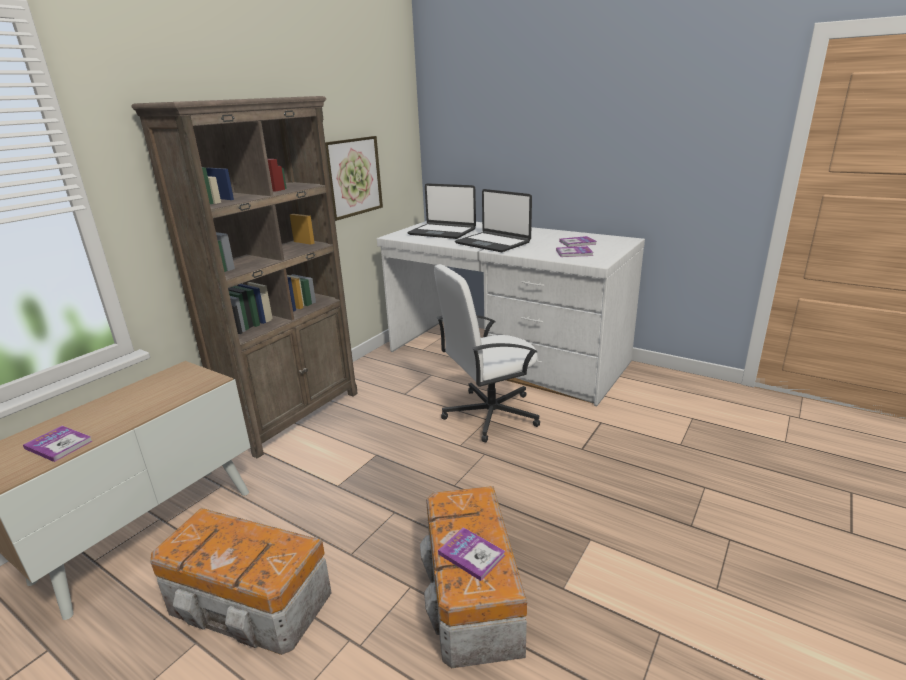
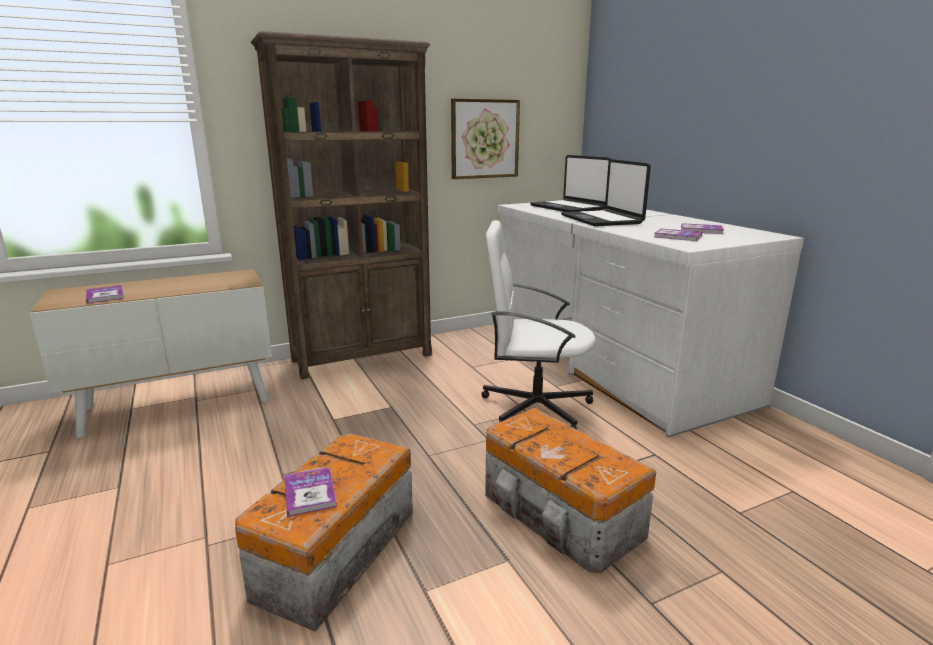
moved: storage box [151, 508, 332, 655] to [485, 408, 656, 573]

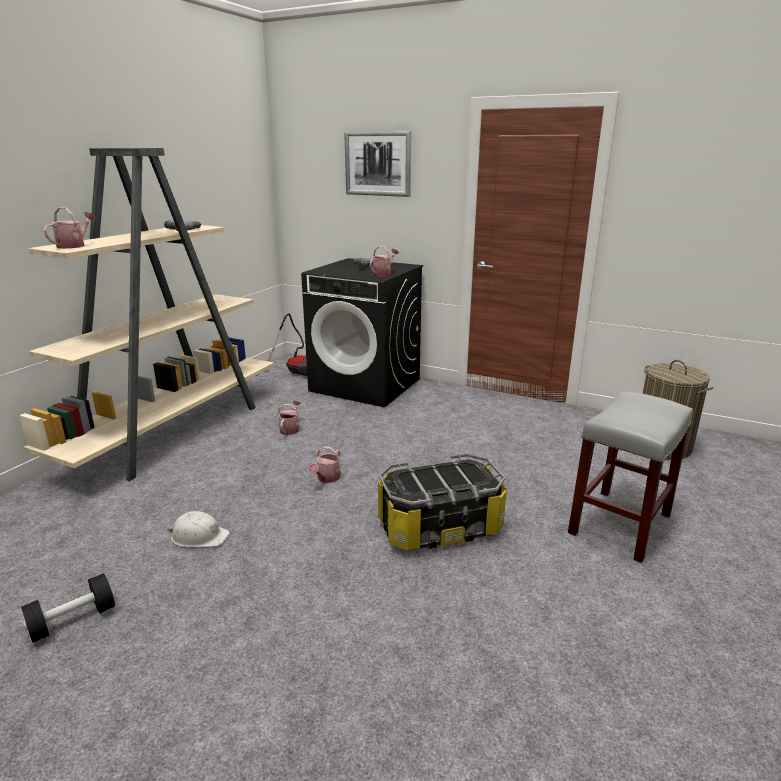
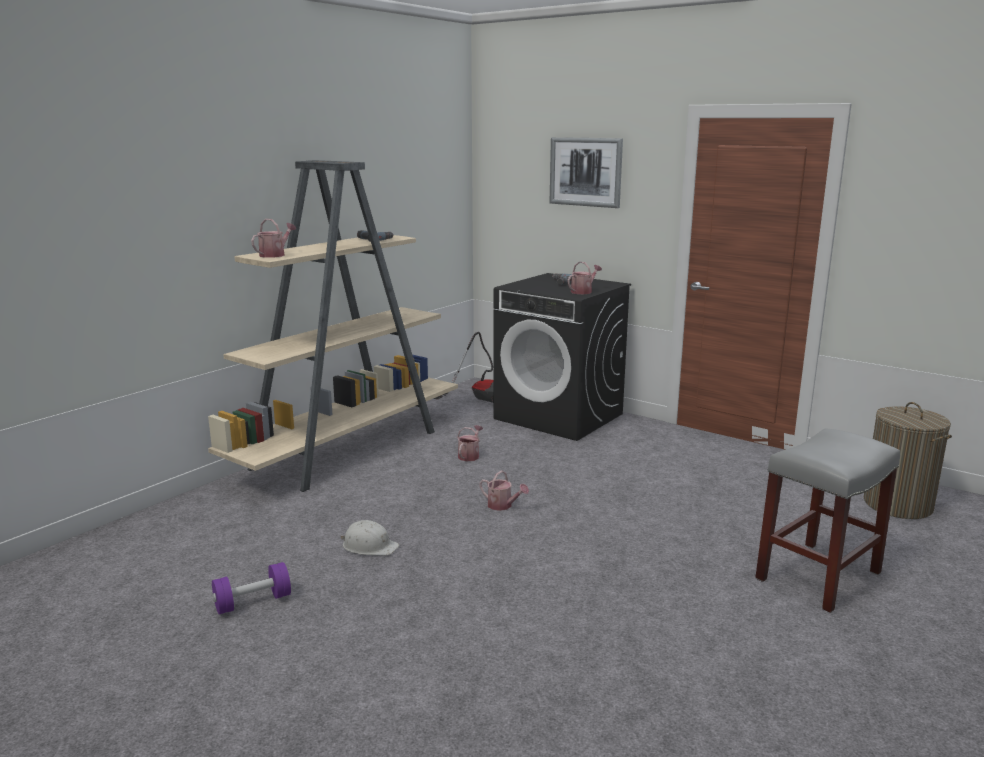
removed: storage box [378, 453, 507, 551]
recoloured: dumbbell (black) [21, 573, 115, 643] to dumbbell (purple) [212, 562, 291, 614]
turned: watering can [308, 446, 341, 483] = [479, 470, 529, 511] 90 degrees counterclockwise

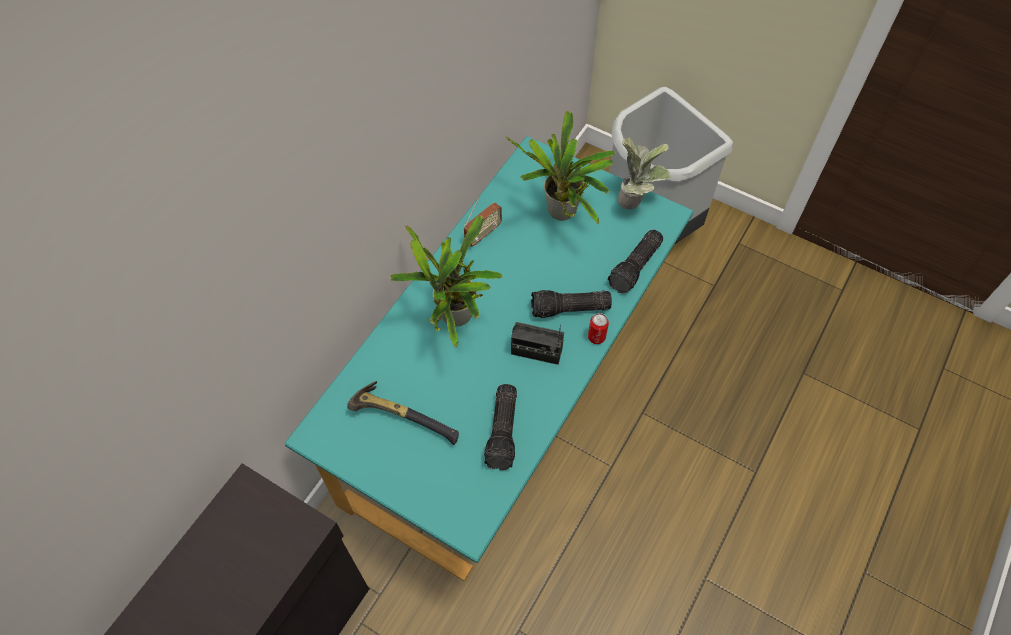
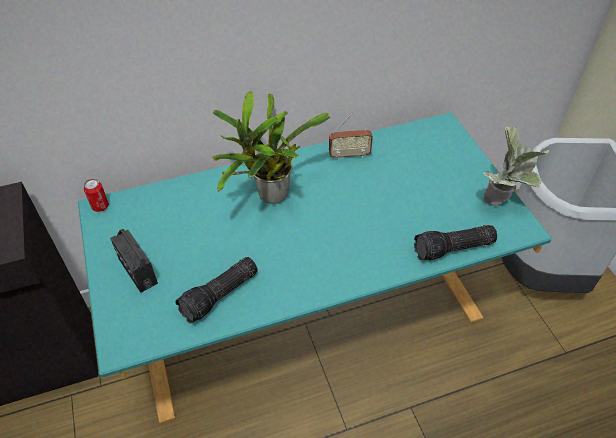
removed: hammer [347, 381, 459, 445]; potted plant [506, 111, 616, 224]; flashlight [531, 290, 612, 318]
moved: radio [511, 322, 564, 365] to [110, 229, 158, 293]; can [588, 313, 609, 344] to [84, 179, 109, 212]

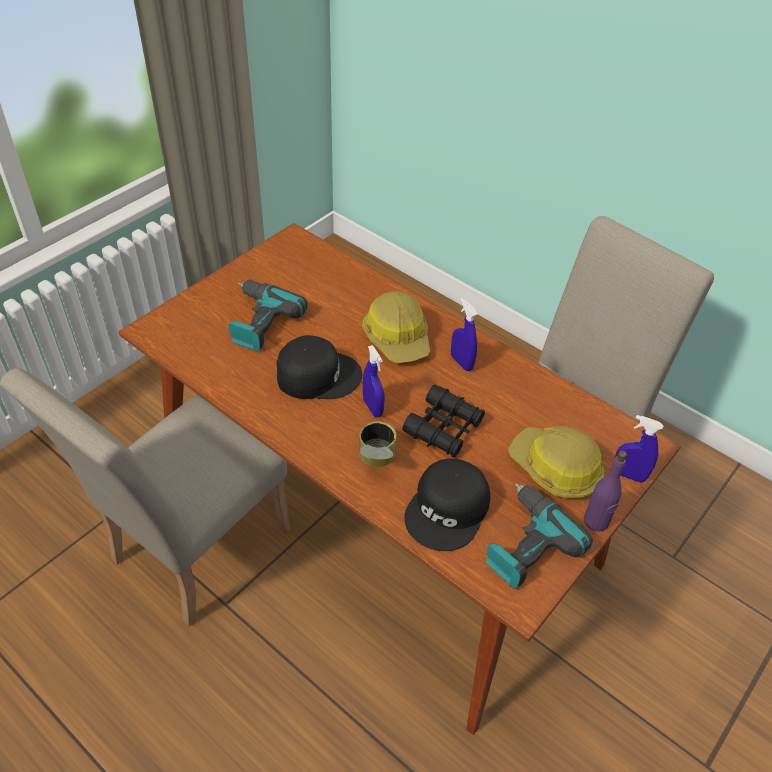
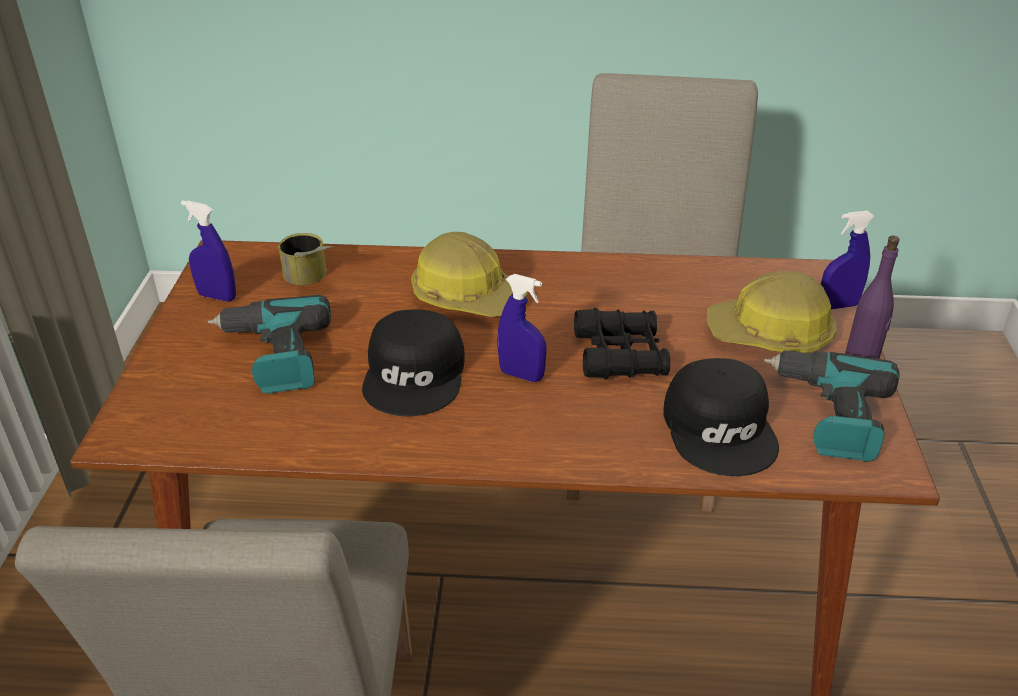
moved: can [359, 421, 397, 467] to [278, 233, 334, 285]; spray bottle (blue) [451, 298, 478, 371] to [181, 200, 236, 302]
turned: cap (black) [277, 335, 362, 399] = [362, 309, 465, 416] 135 degrees clockwise

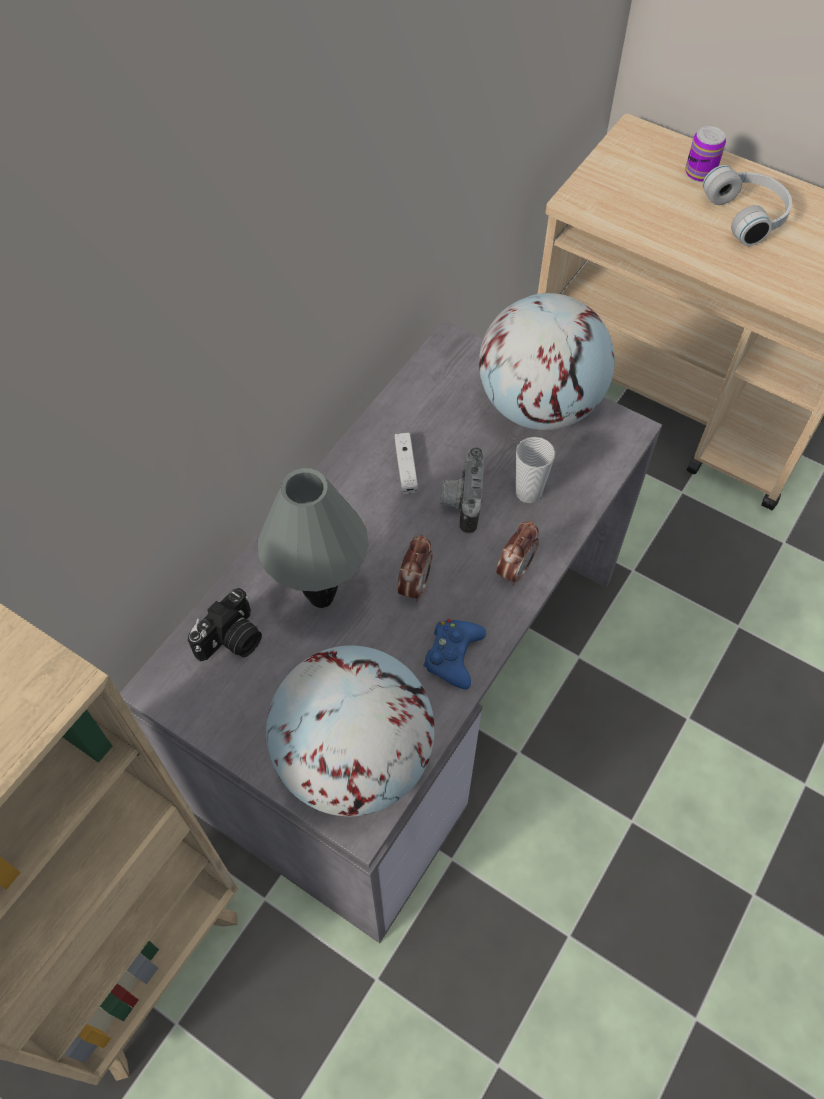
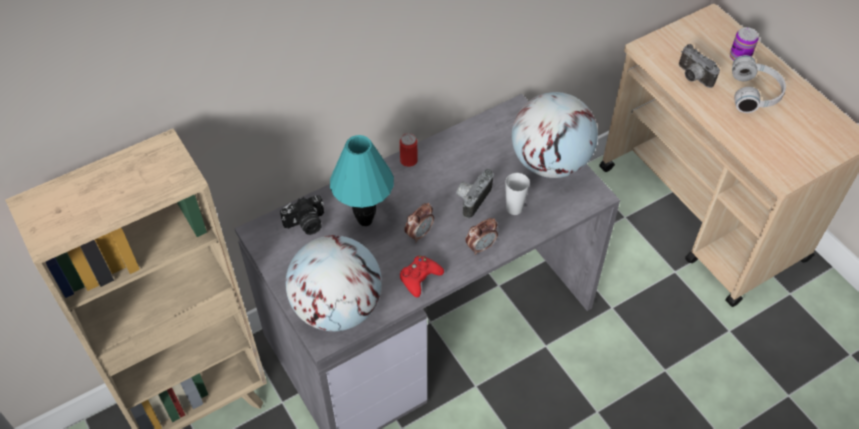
removed: game controller (white) [395, 433, 418, 494]
added: can [400, 133, 418, 167]; photo camera [679, 44, 720, 88]
recoloured: table lamp (grey) [258, 468, 369, 608] to table lamp (turquoise) [330, 135, 394, 226]; game controller (blue) [423, 619, 486, 689] to game controller (red) [400, 256, 444, 298]

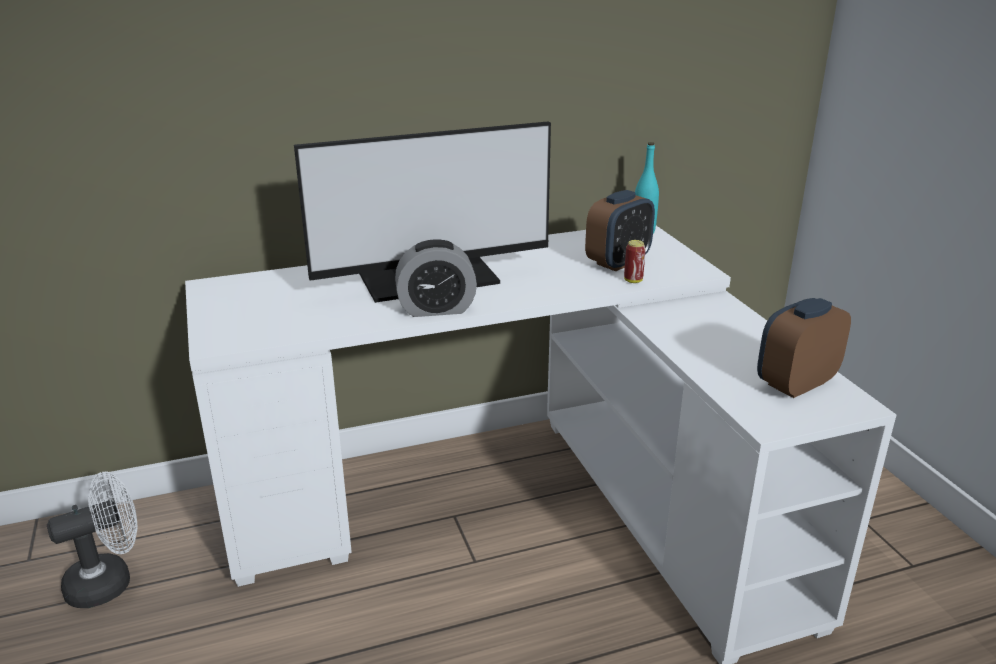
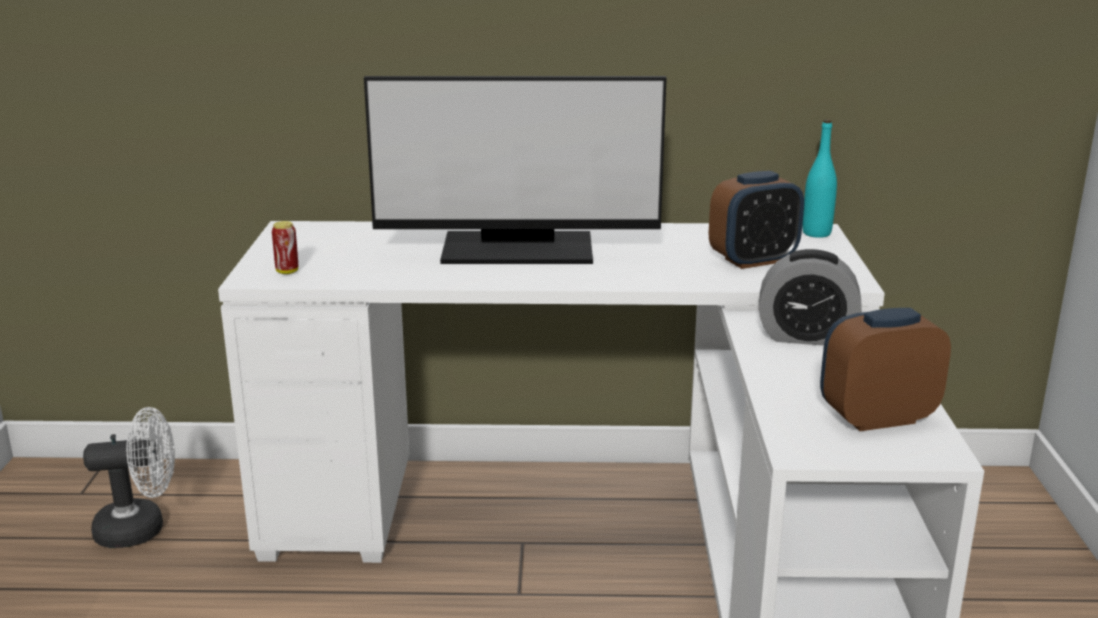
moved: alarm clock [395, 239, 477, 317] to [759, 249, 862, 346]; can [624, 240, 646, 283] to [272, 221, 298, 274]

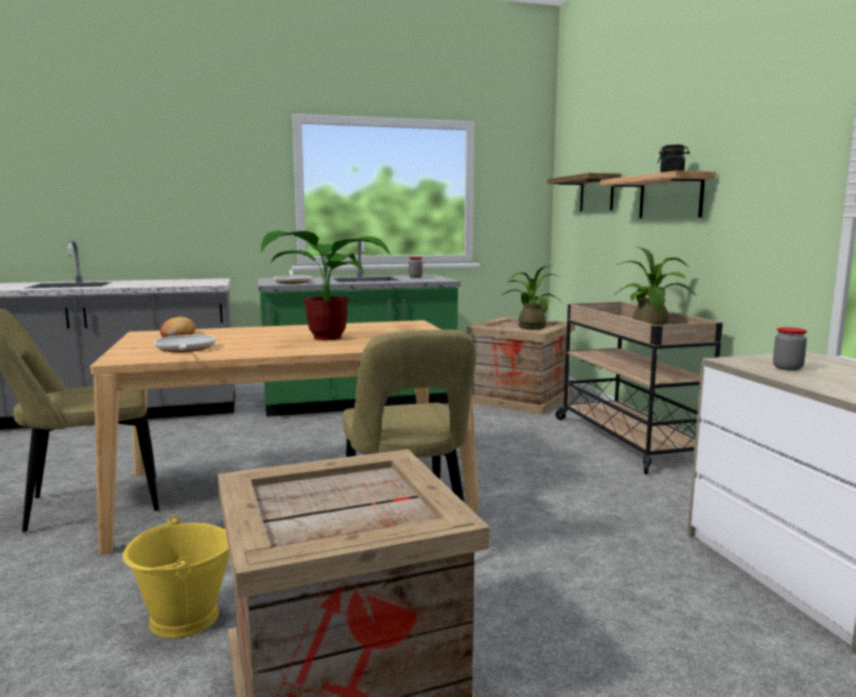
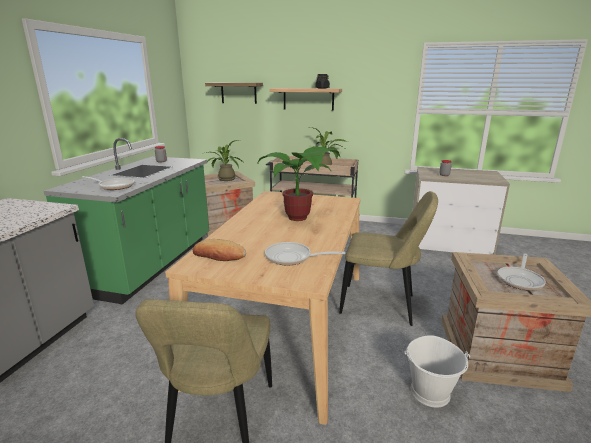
added: frying pan [498, 253, 546, 291]
recoloured: bucket (yellow) [123, 515, 230, 638] to bucket (white) [404, 335, 470, 408]

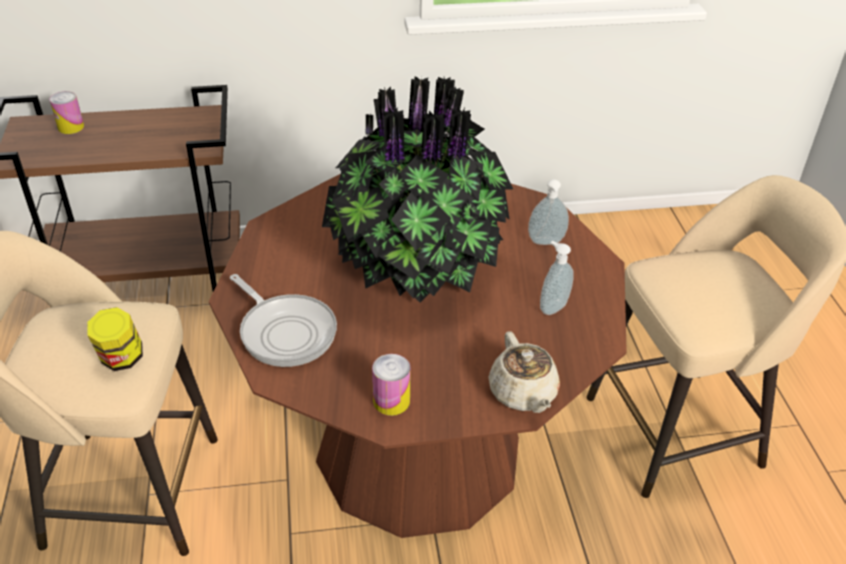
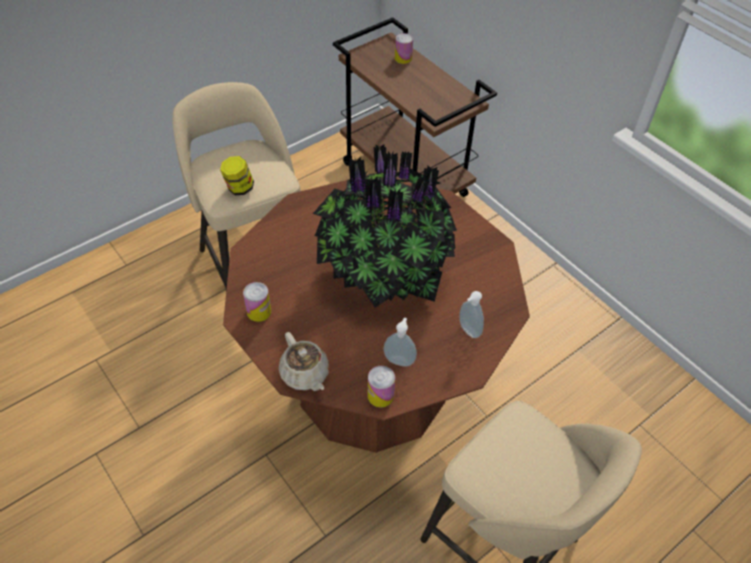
removed: frying pan [230, 274, 337, 367]
added: can [368, 366, 395, 407]
turned: teapot (beige) [488, 331, 560, 413] = [279, 332, 330, 391] 75 degrees counterclockwise

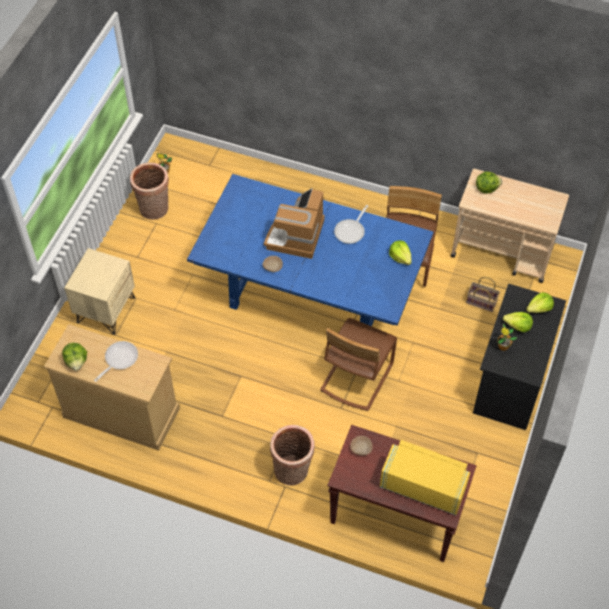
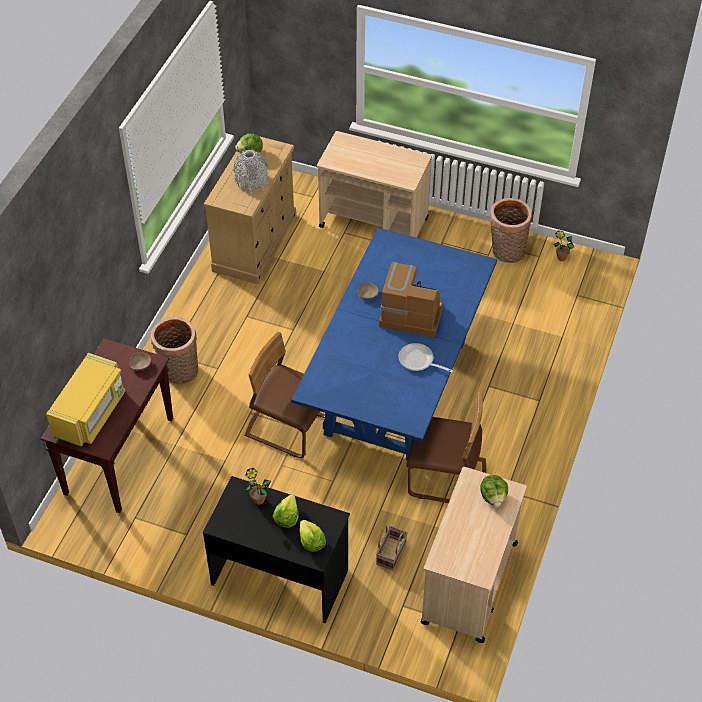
removed: lettuce [389, 240, 412, 265]
replaced: nightstand (beige) [64, 248, 135, 335] to cart (beige) [317, 131, 432, 238]; frying pan [94, 341, 138, 382] to vase (grey) [233, 150, 268, 192]

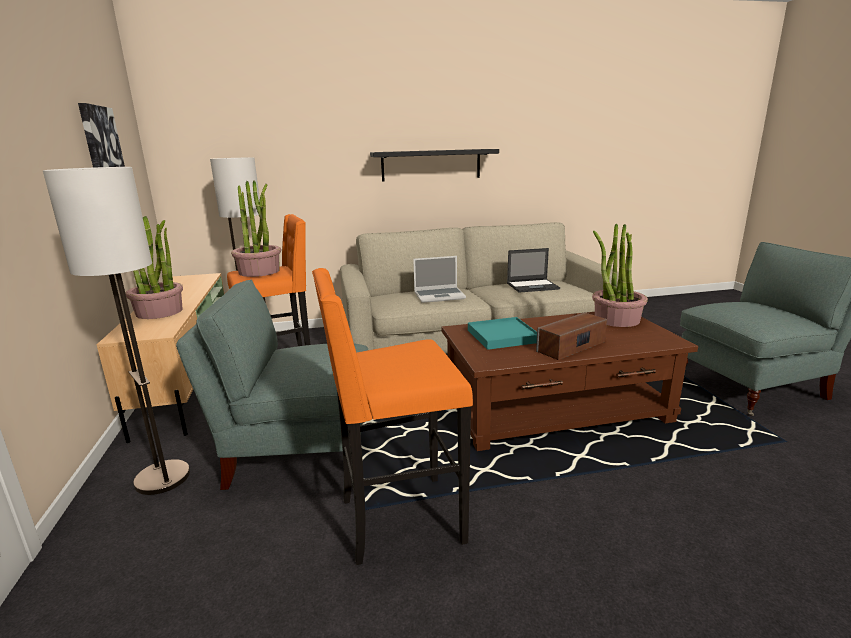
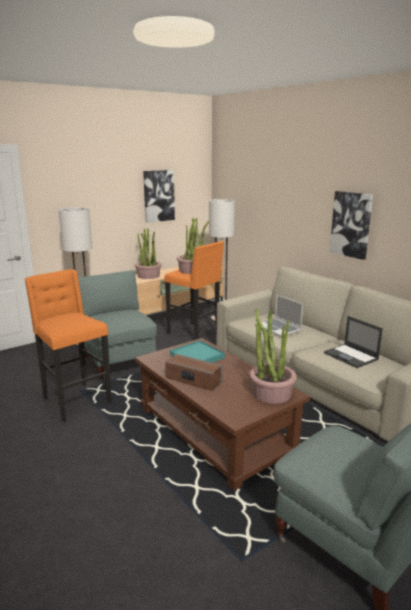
replaced: shelf (black) [370, 149, 499, 182] to picture [330, 191, 373, 260]

